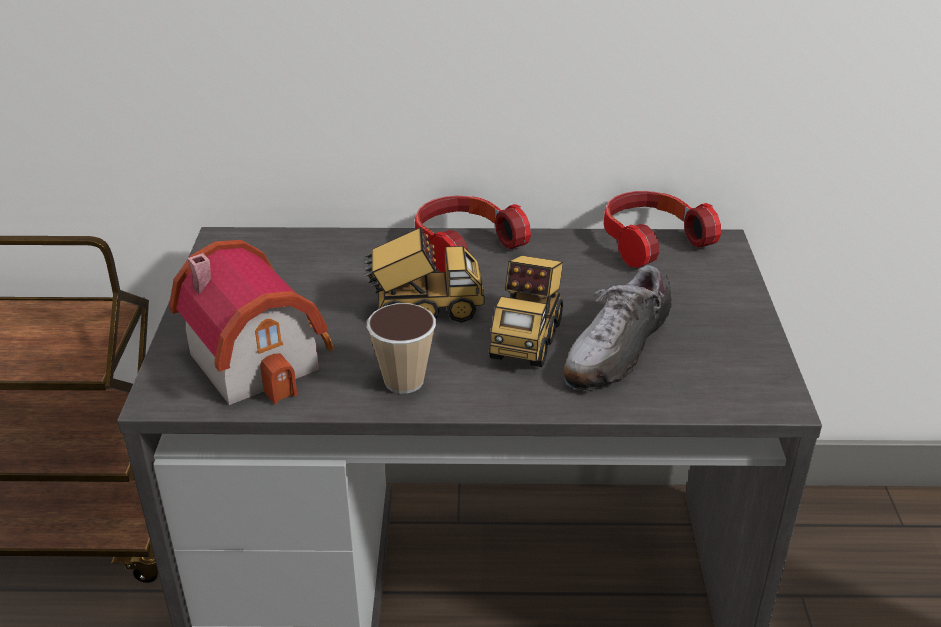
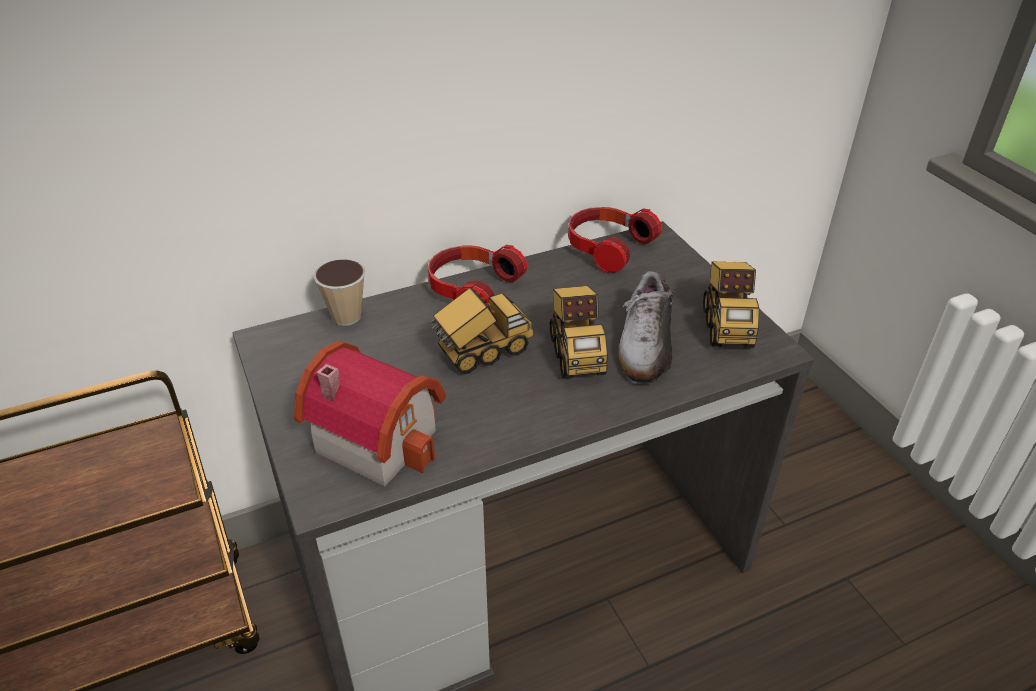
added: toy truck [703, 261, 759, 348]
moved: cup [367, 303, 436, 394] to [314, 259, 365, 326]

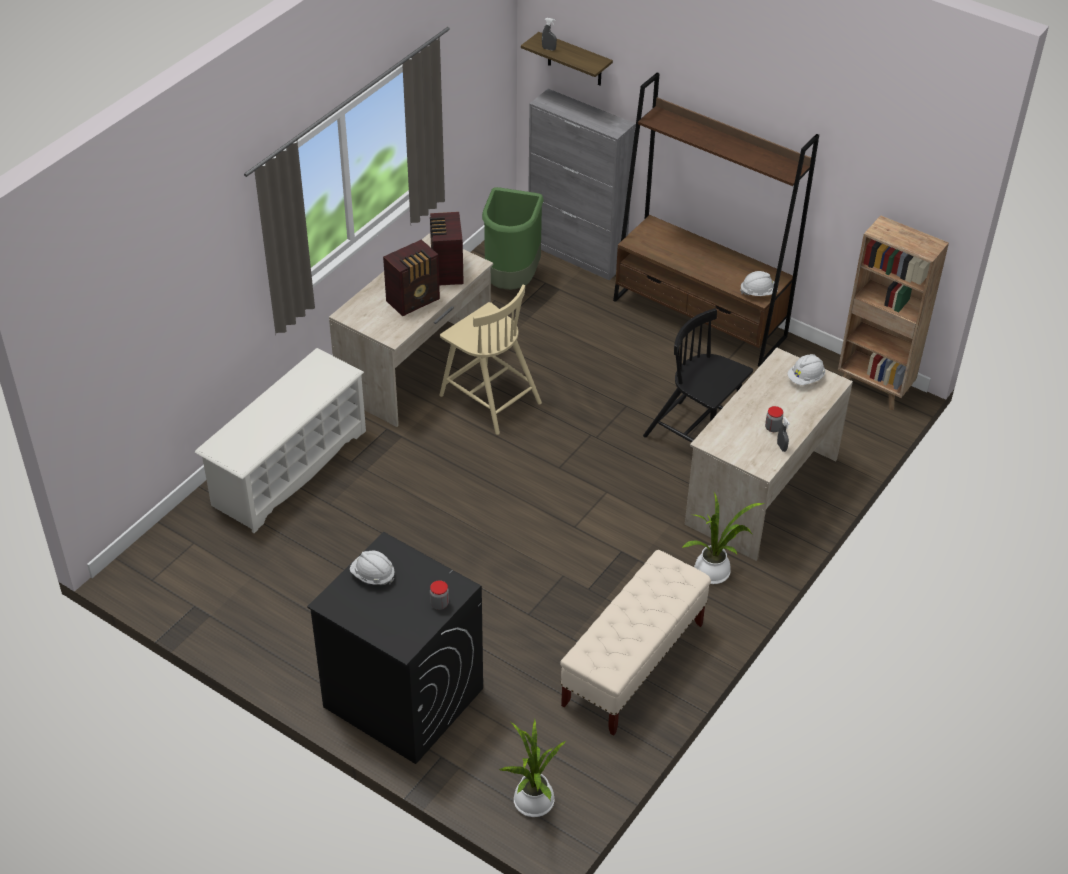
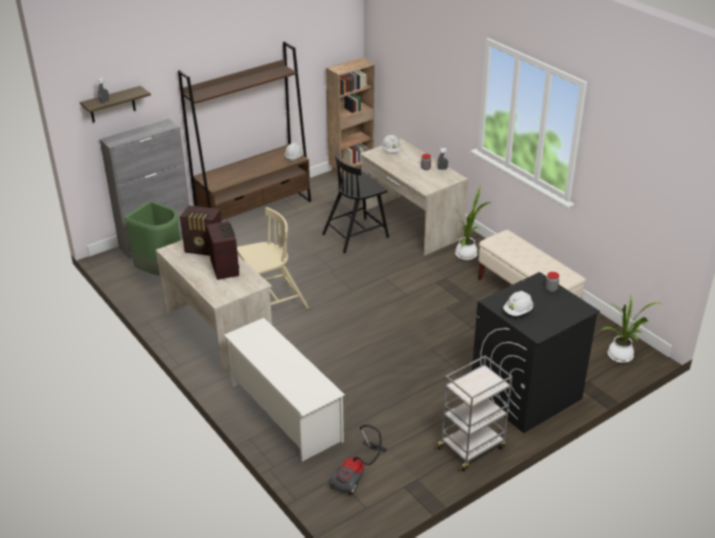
added: vacuum cleaner [329, 424, 387, 496]; cart (grey) [434, 355, 512, 472]

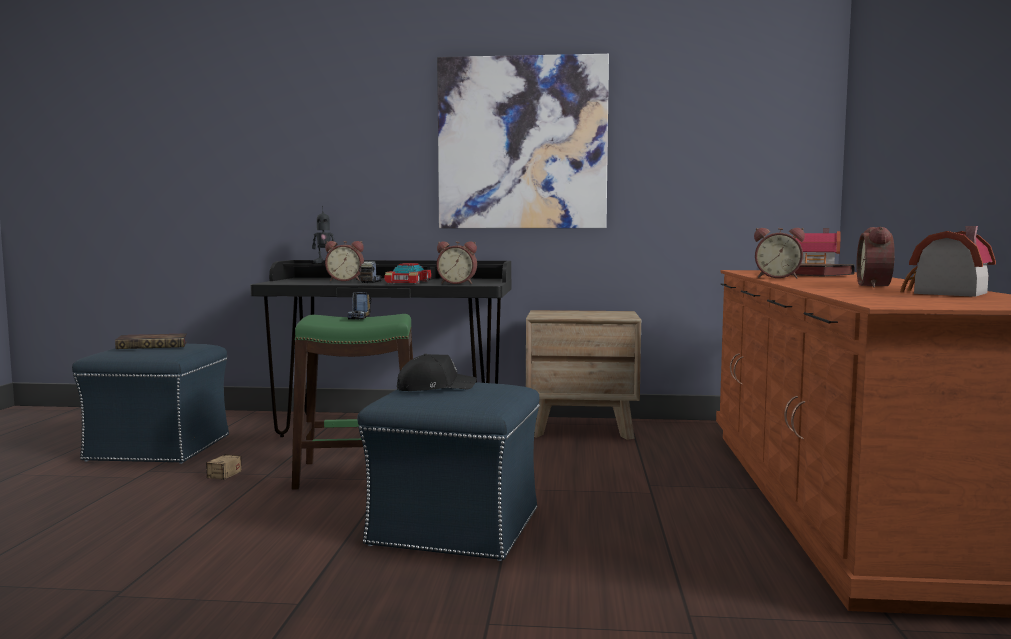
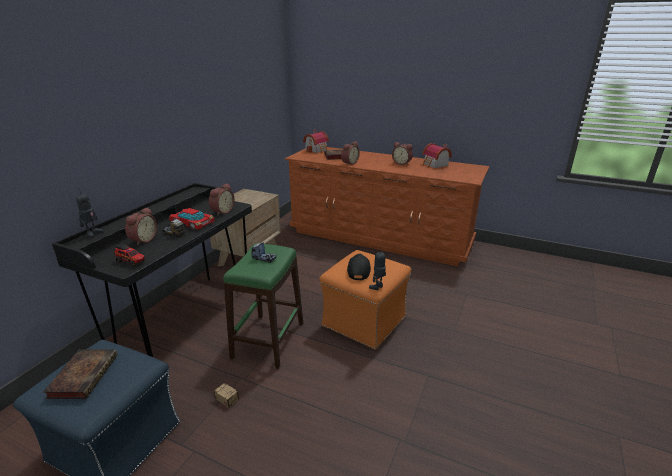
removed: picture [437, 54, 609, 228]
added: toy truck [114, 244, 145, 267]; toy robot [369, 247, 386, 290]
recoloured: ottoman (blue) [357, 382, 540, 561] to ottoman (orange) [319, 250, 411, 350]

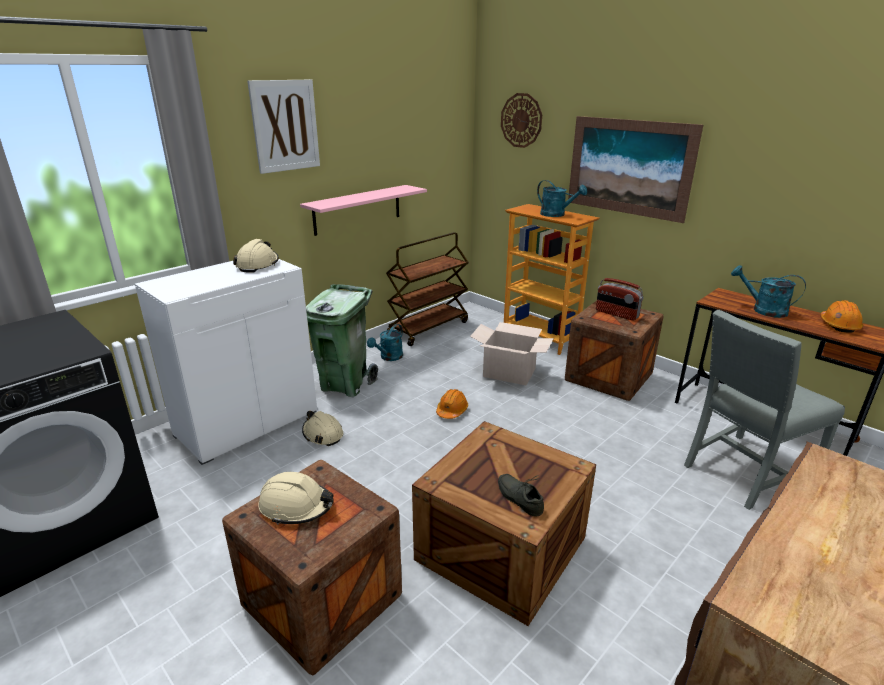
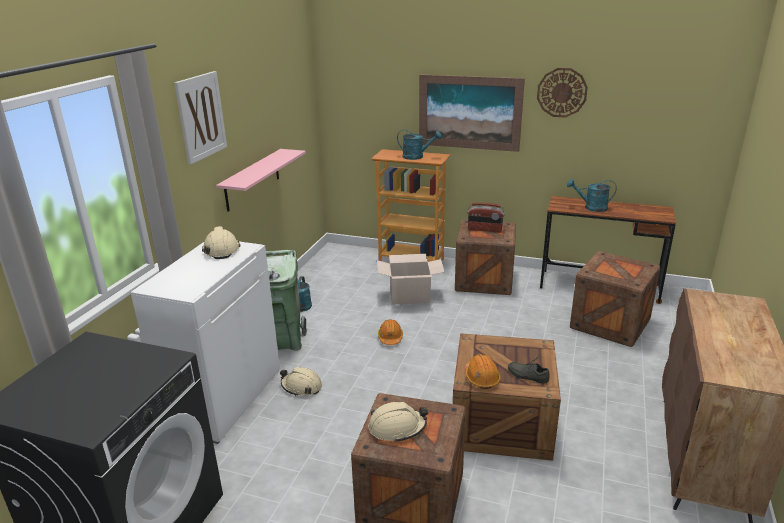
removed: cart (brown) [386, 232, 469, 346]
moved: wall clock [501, 93, 542, 148] to [537, 68, 588, 118]; hard hat (orange) [821, 300, 864, 333] to [465, 354, 501, 389]
replaced: chair (grey) [684, 310, 845, 510] to crate [570, 251, 660, 347]

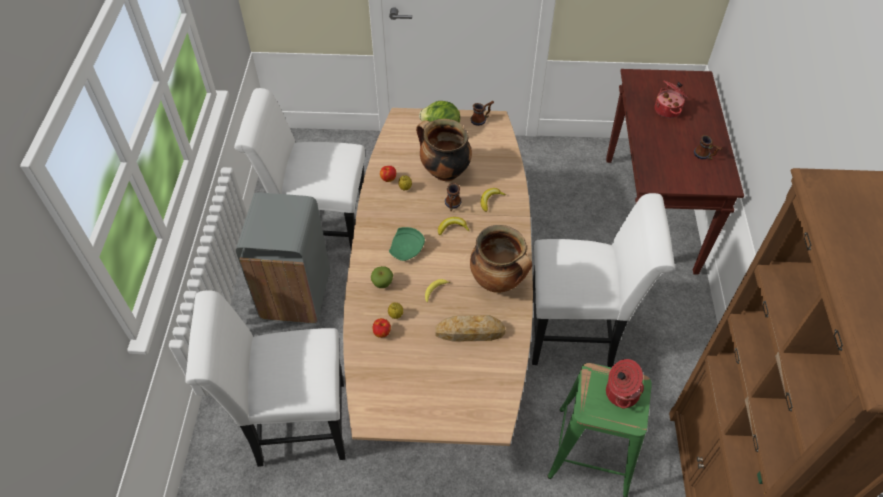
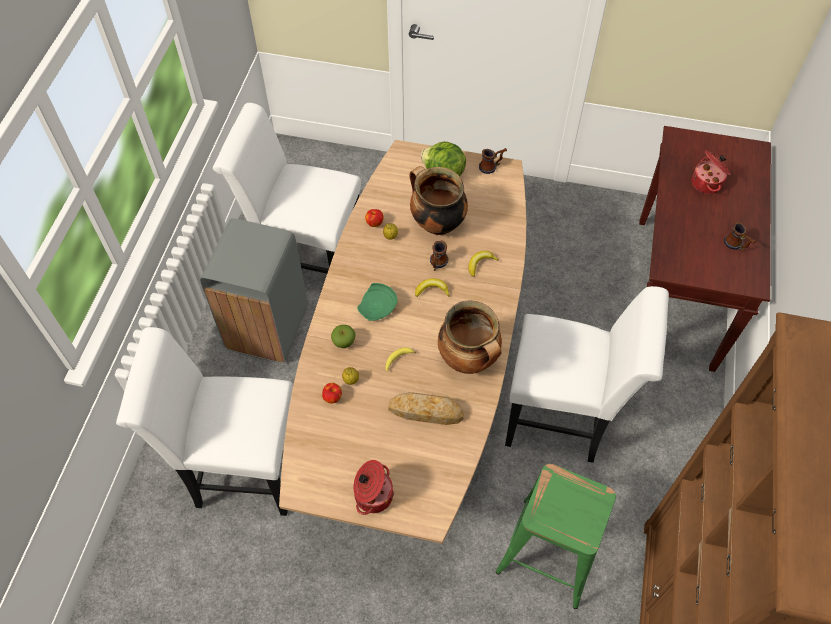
moved: cooking pot [606, 359, 644, 408] to [353, 460, 394, 515]

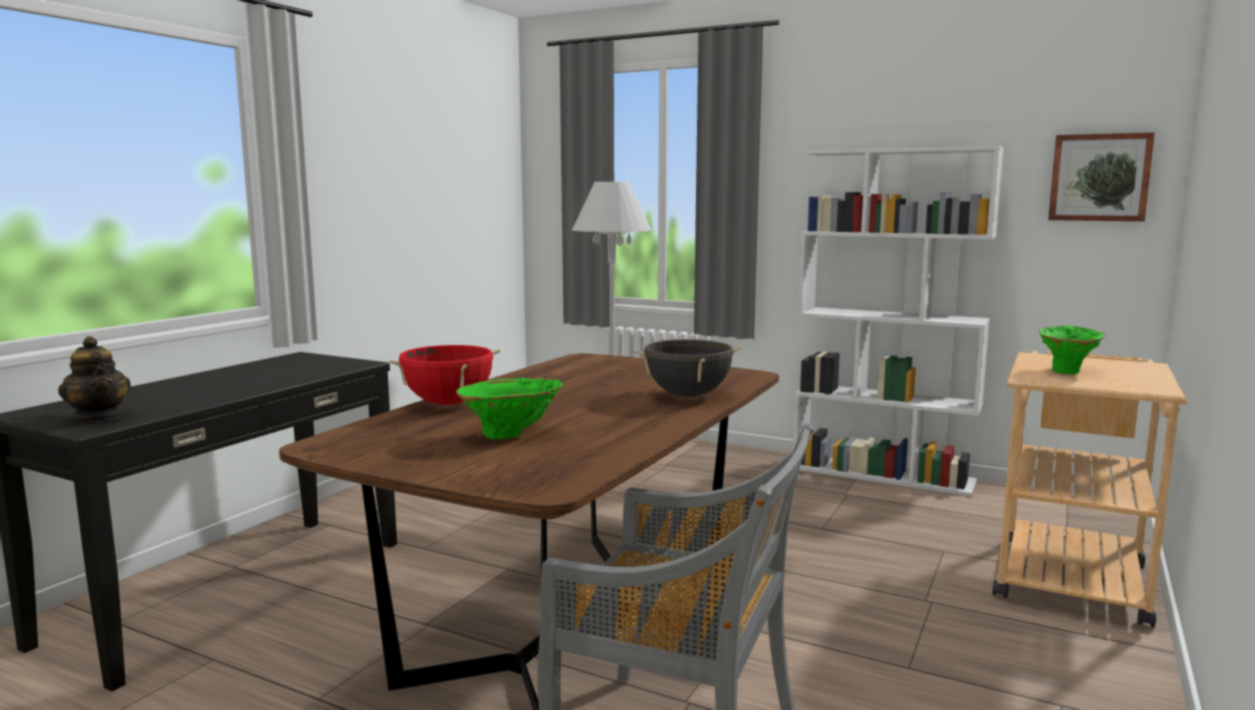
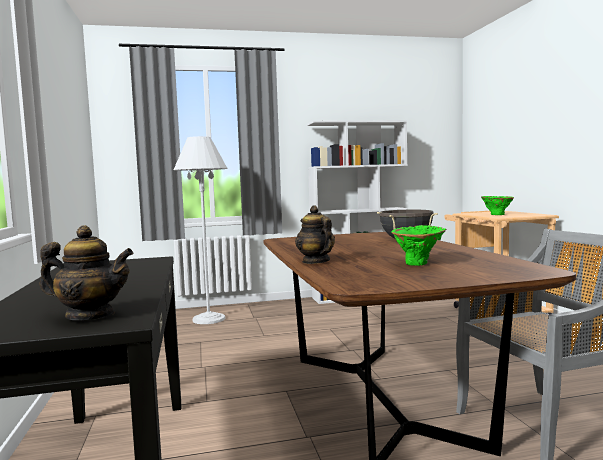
removed: picture [1048, 132, 1155, 221]
replaced: cooking pot (red) [389, 345, 501, 405] to teapot [295, 206, 335, 264]

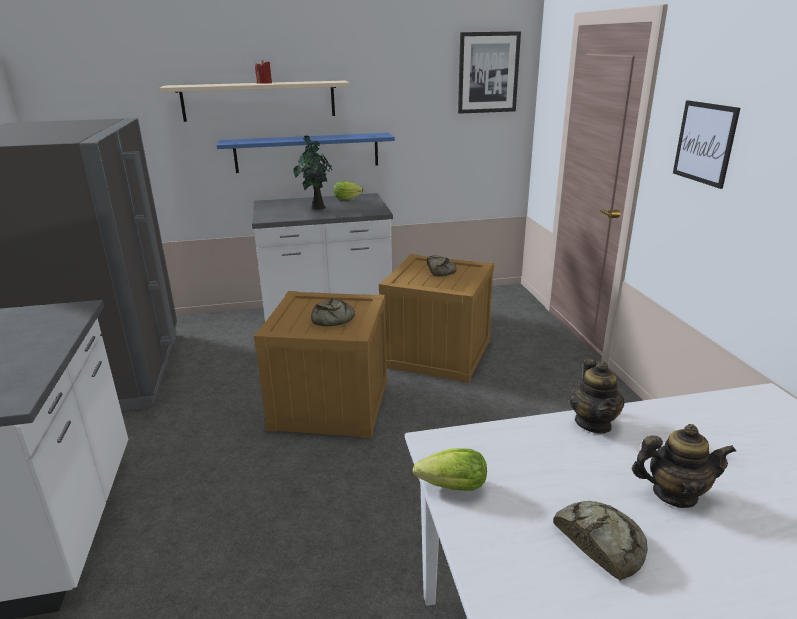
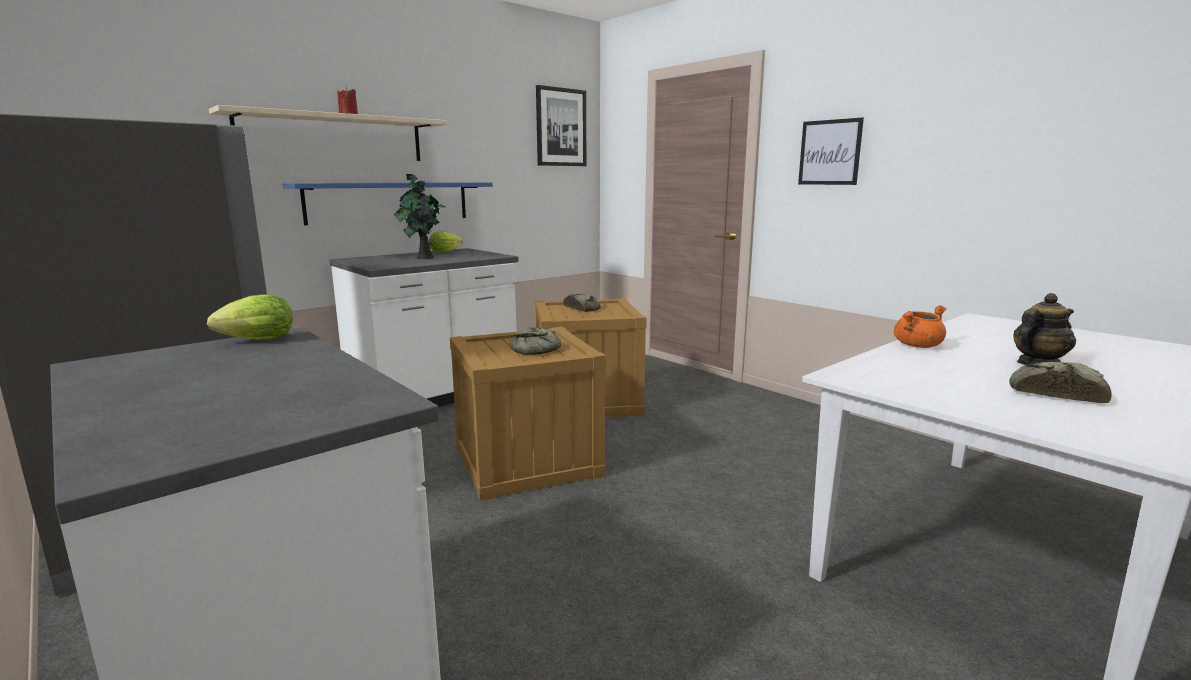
moved: lettuce [413, 448, 487, 491] to [207, 294, 292, 340]
replaced: teapot [569, 358, 625, 434] to cooking pot (orange) [894, 305, 947, 348]

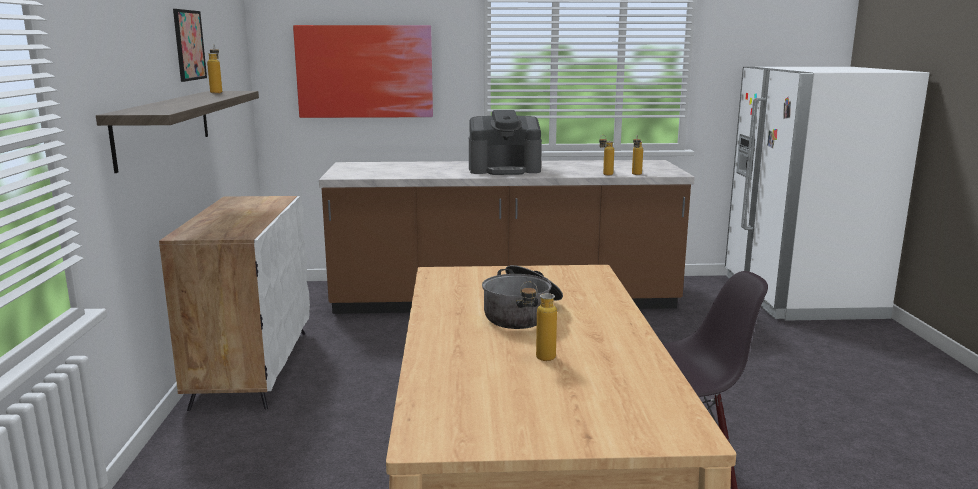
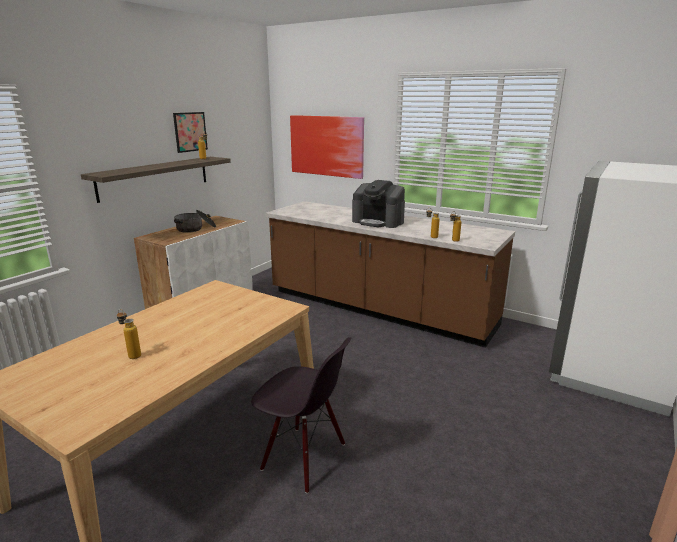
moved: cooking pot [482, 265, 563, 329] to [174, 210, 216, 233]

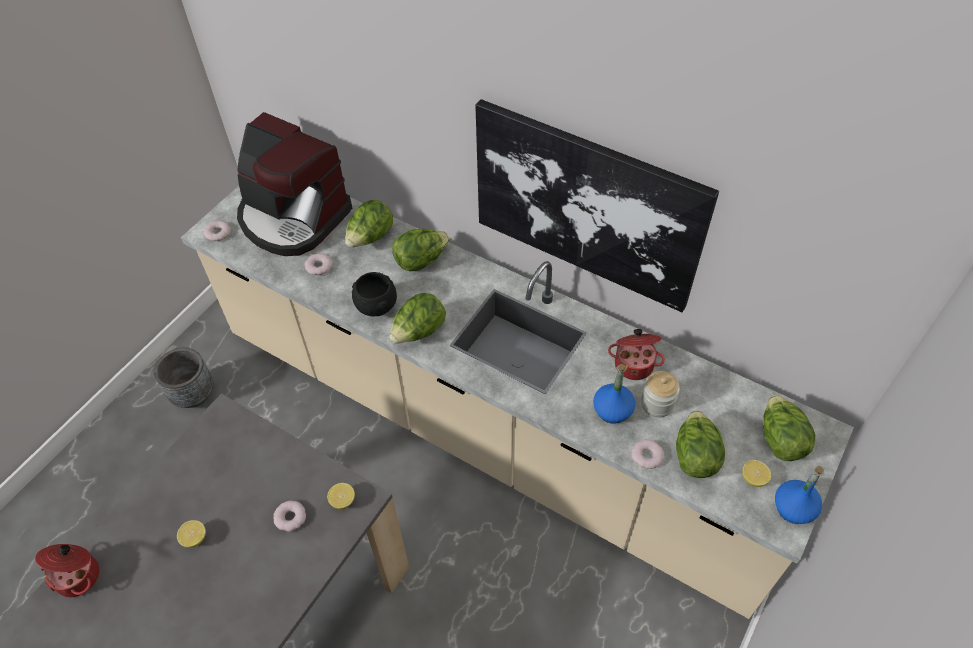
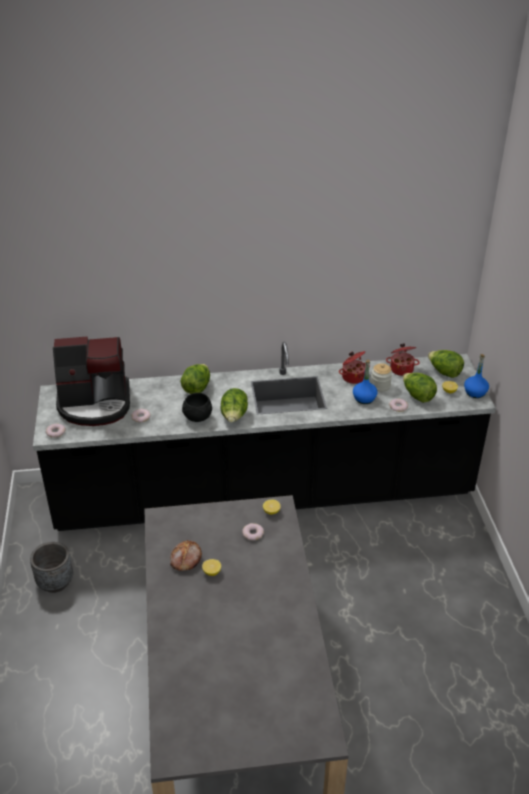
removed: lettuce [345, 200, 393, 247]; picture [475, 99, 719, 312]
added: bread [170, 540, 202, 571]
moved: cooking pot [35, 544, 99, 597] to [386, 344, 420, 376]
recoloured: counter (beige) [181, 186, 854, 619] to counter (black) [33, 342, 496, 531]

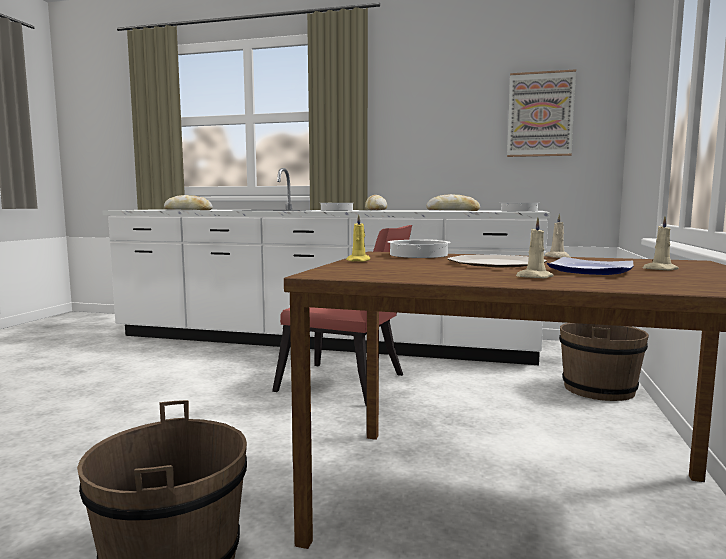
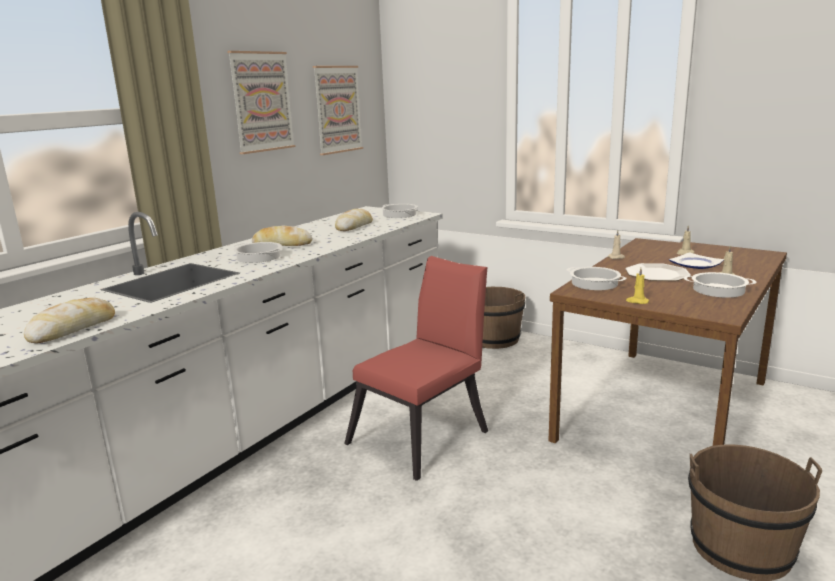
added: picture [227, 51, 295, 154]; cooking pot [684, 272, 757, 298]

